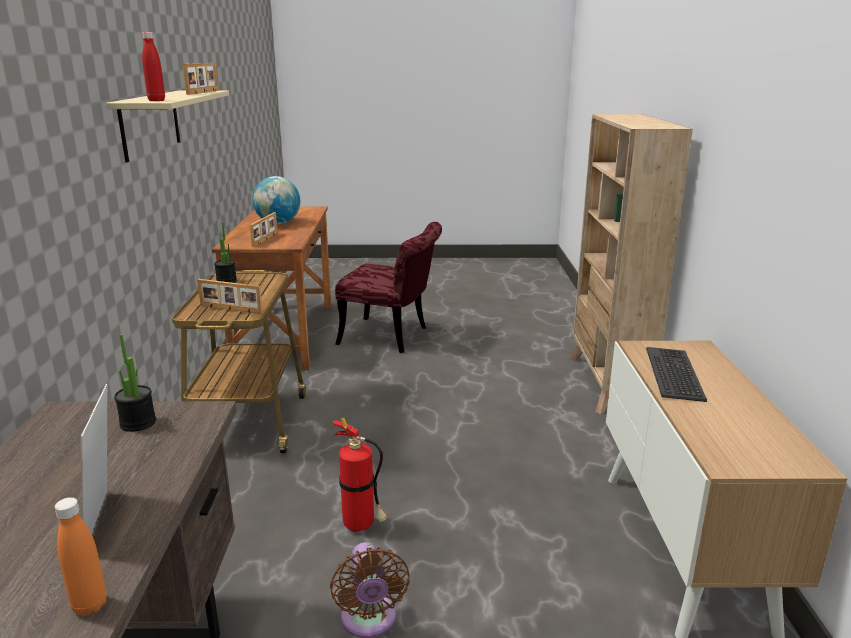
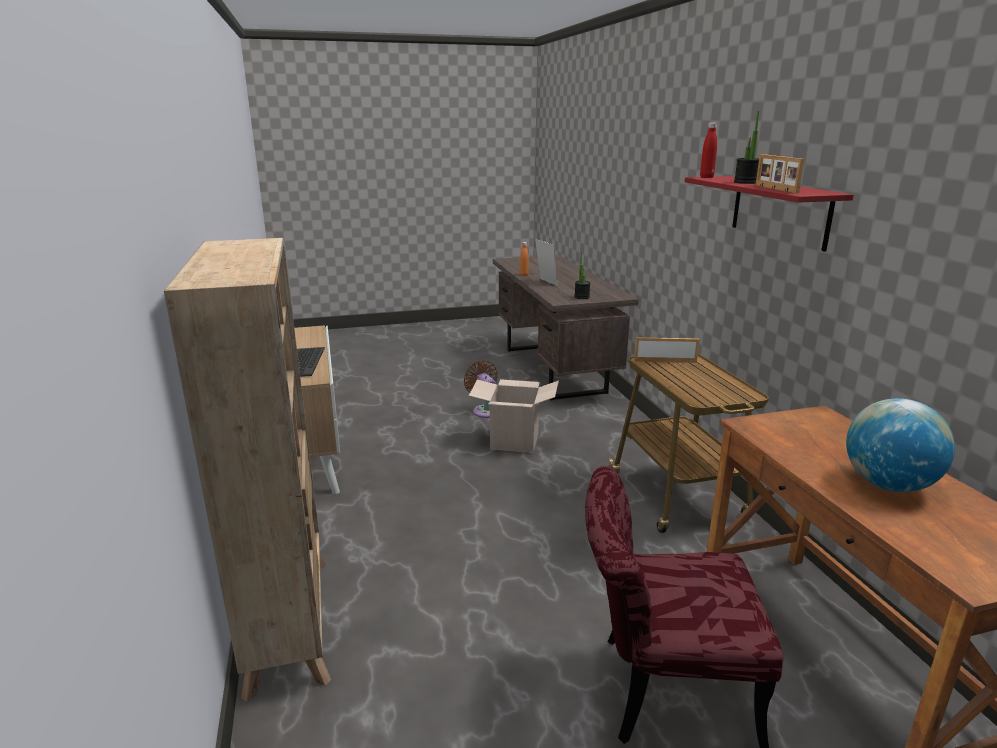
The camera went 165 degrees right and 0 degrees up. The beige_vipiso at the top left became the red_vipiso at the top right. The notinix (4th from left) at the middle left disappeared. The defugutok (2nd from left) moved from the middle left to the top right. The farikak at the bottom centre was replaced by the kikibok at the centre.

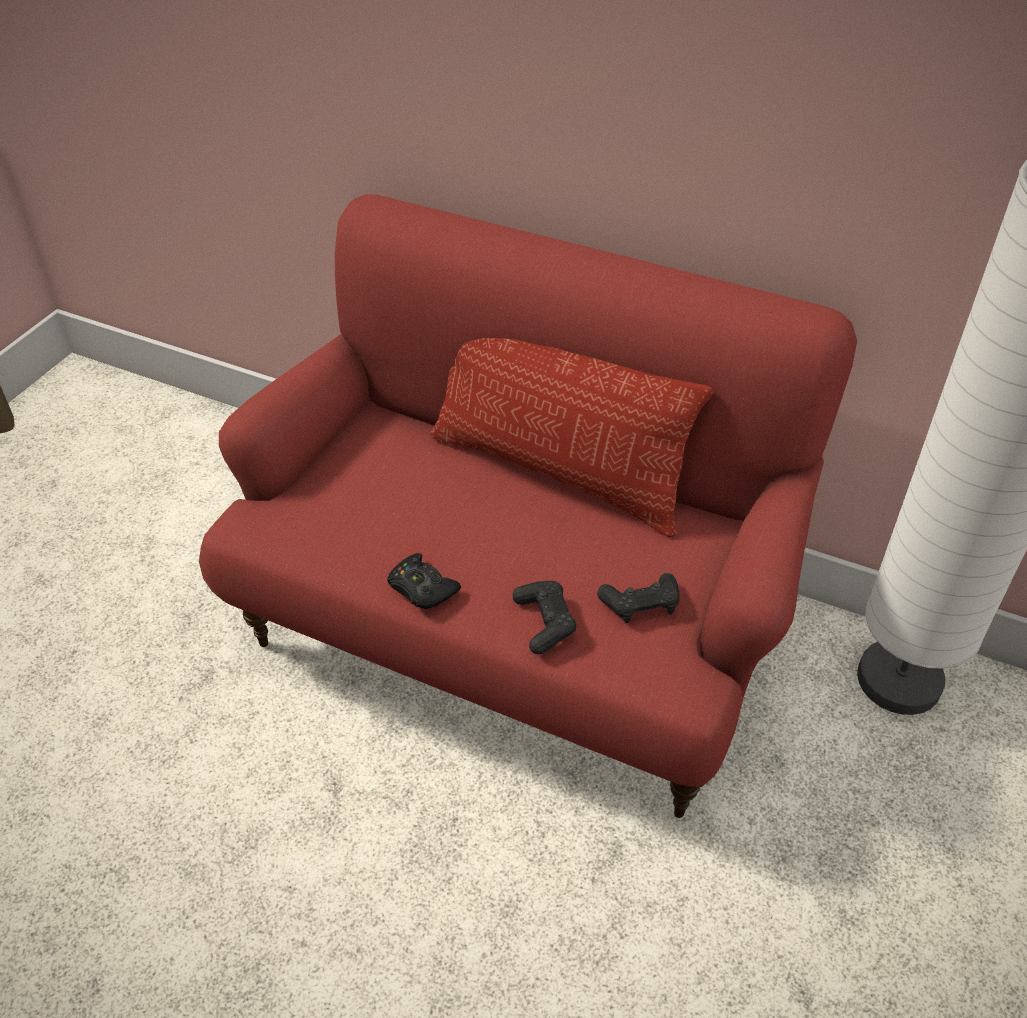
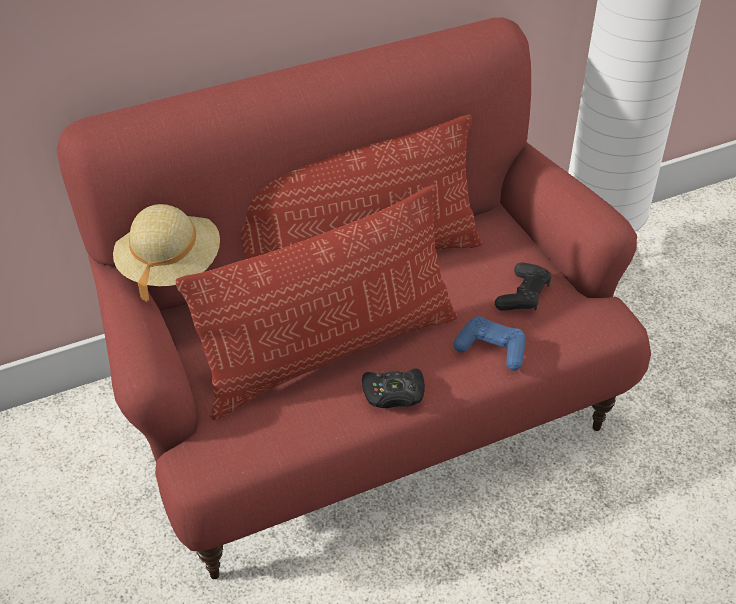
The camera went 50 degrees left and 0 degrees up. The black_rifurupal (2nd from left) at the centre became the blue_rifurupal at the centre. The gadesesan (1st from left) at the centre appeared. The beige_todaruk at the middle left appeared.

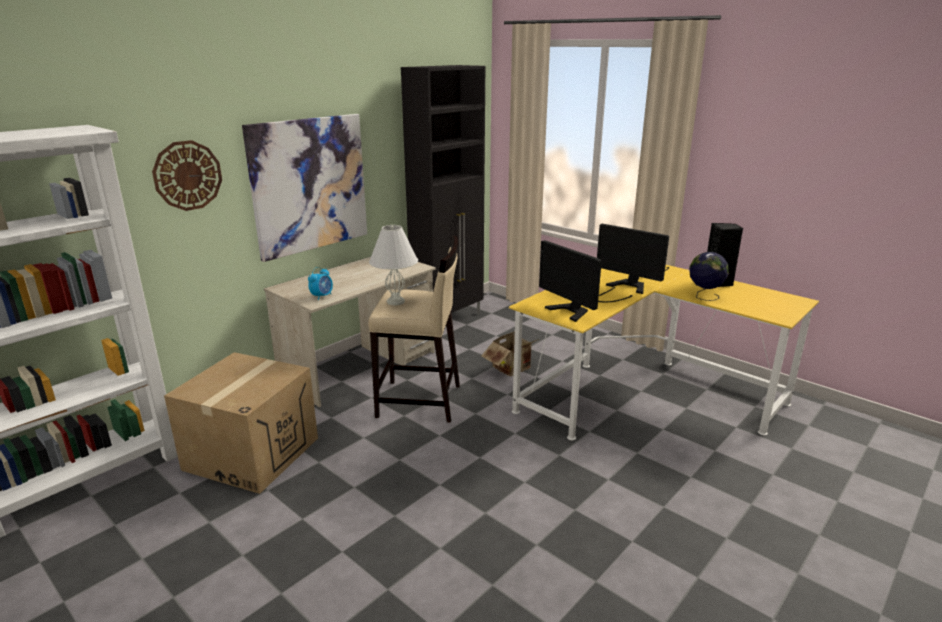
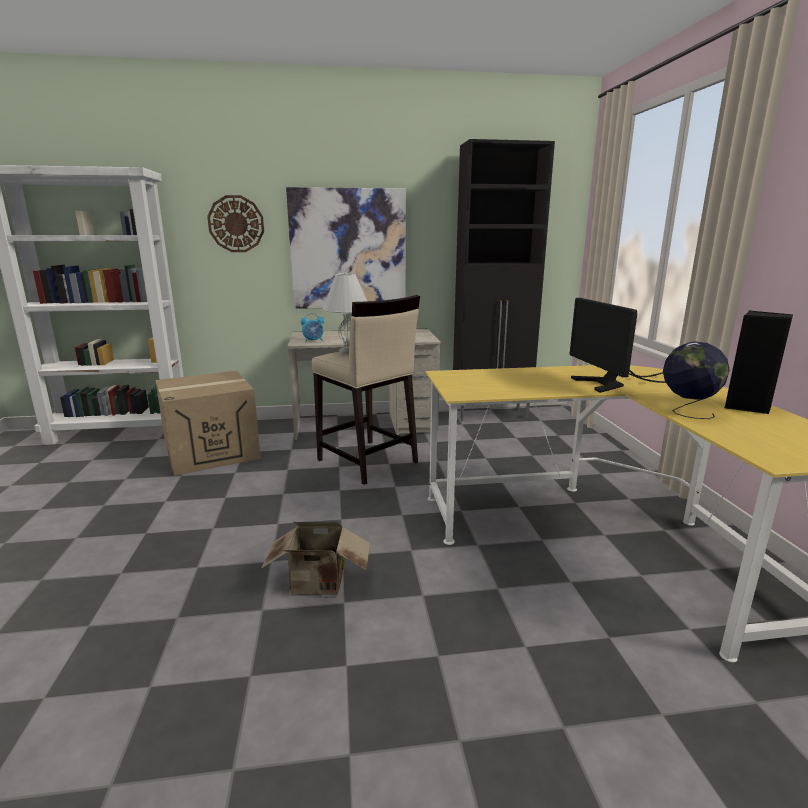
The camera went 40 degrees right and 5 degrees down. The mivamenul (1st from left) at the centre disappeared. The kikibok (2nd from left) moved from the centre to the bottom centre.

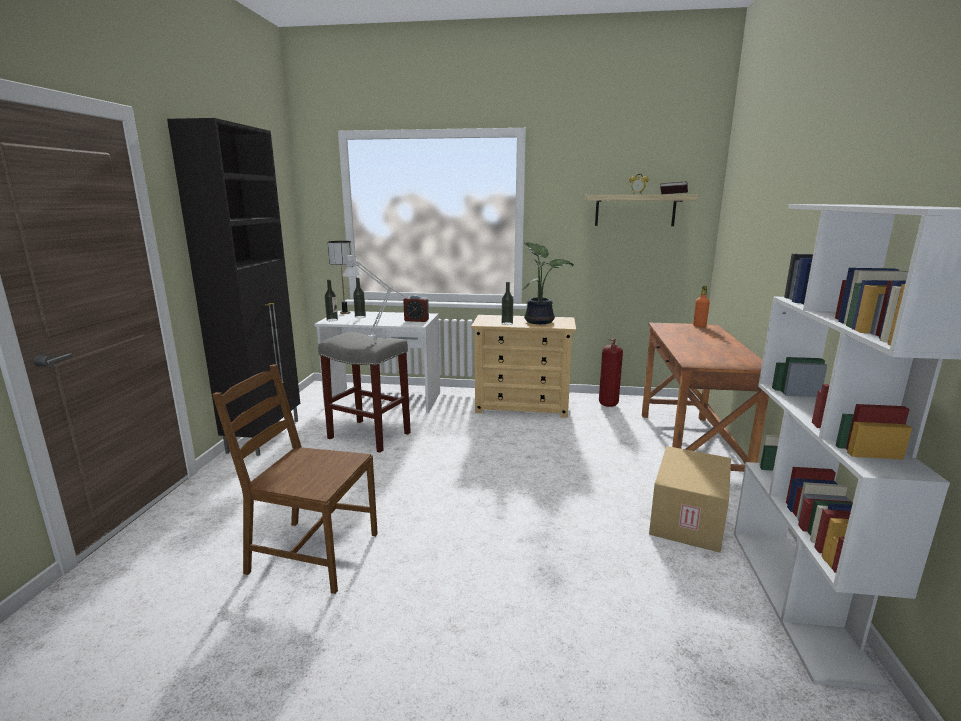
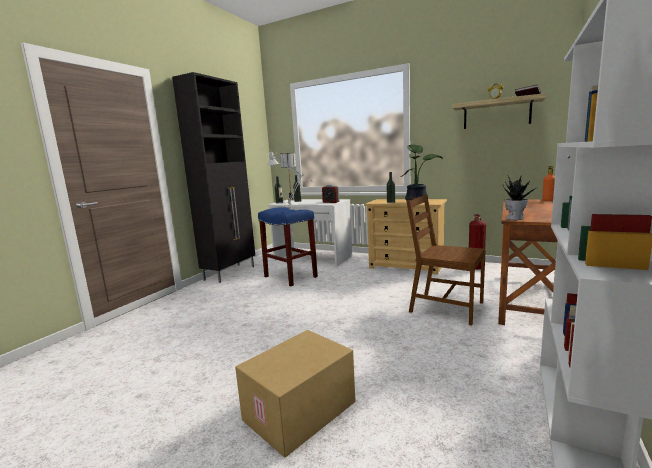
The camera went 20 degrees right and 5 degrees down. The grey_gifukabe at the centre became the blue_gifukabe at the centre. The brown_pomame moved from the middle left to the middle right. The kikibok moved from the bottom right to the bottom centre. The defugutok (2nd from left) at the middle right appeared.

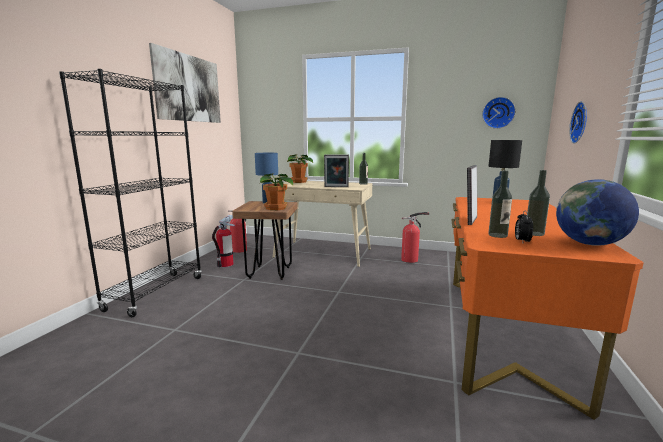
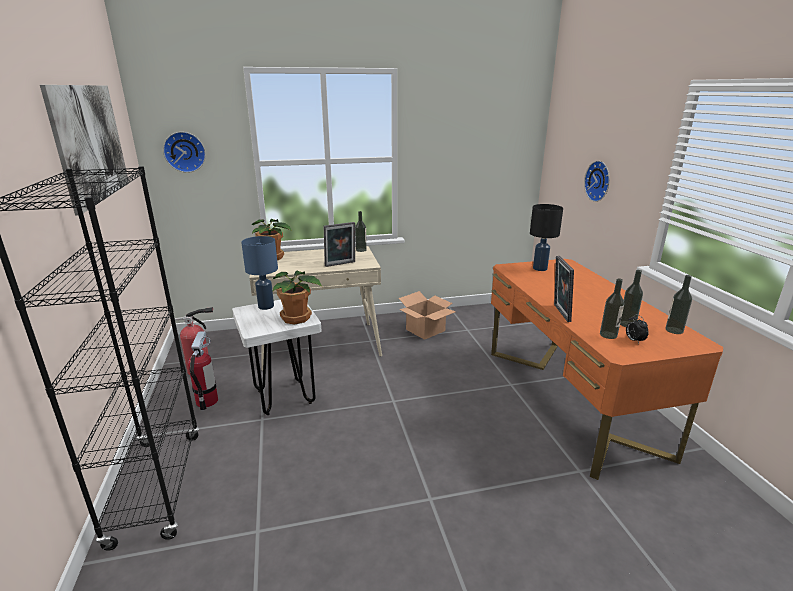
The camera went 30 degrees left and 10 degrees up. The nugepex (1st from left) moved from the top right to the top left. The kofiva at the middle right was replaced by the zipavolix (4th from left) at the middle right. The brown_gifukabe at the centre became the white_gifukabe at the centre. The farikak (3rd from left) at the centre was replaced by the kikibok at the centre.

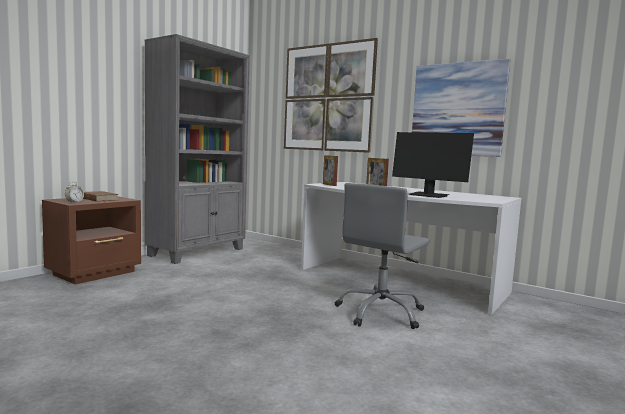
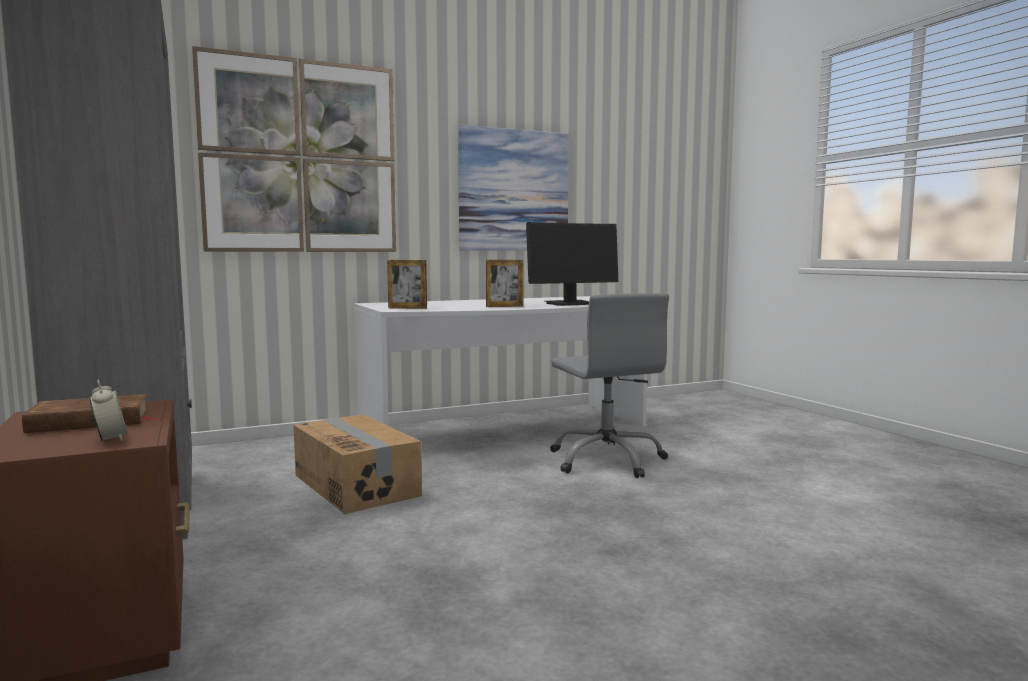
The camera went 60 degrees left and 0 degrees up. The kikibok at the bottom centre appeared.

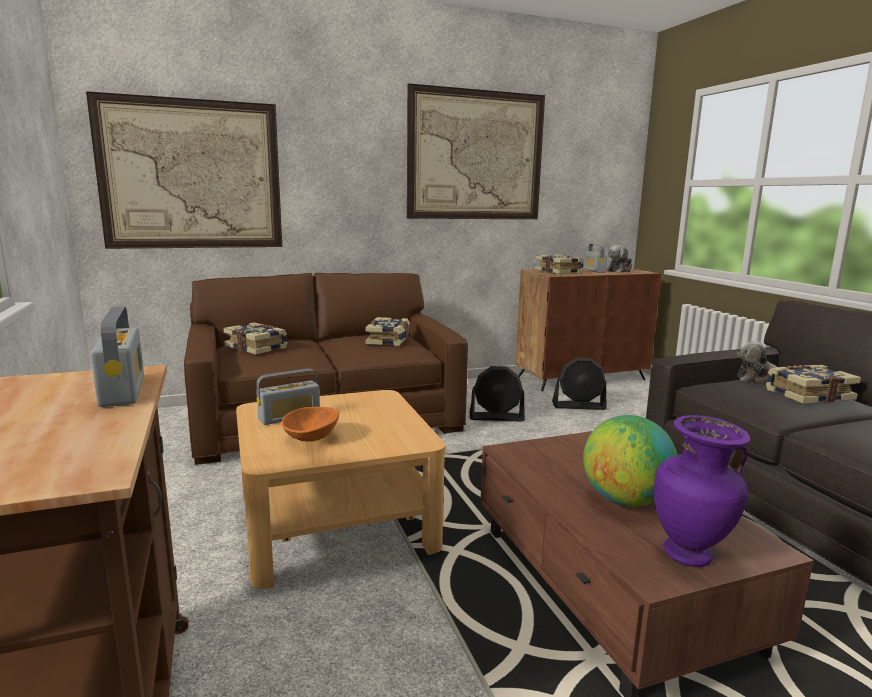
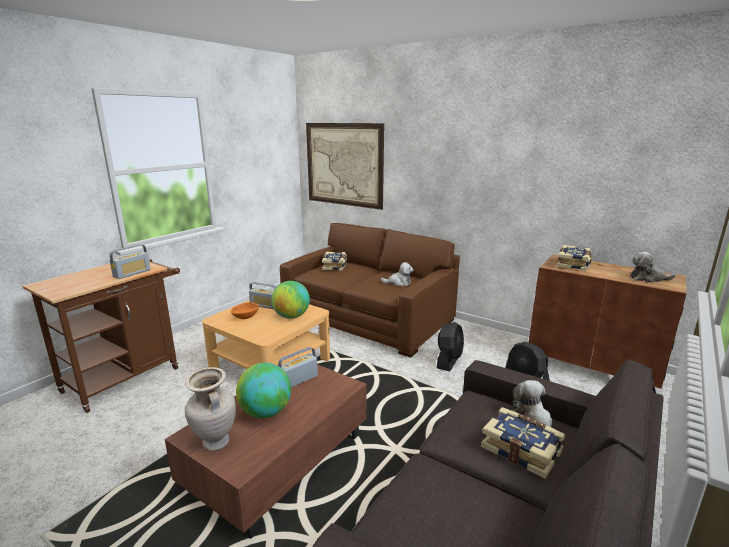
The camera went 55 degrees right and 5 degrees up. The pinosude (2nd from left) at the top centre disappeared. The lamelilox (3rd from left) moved from the middle right to the bottom centre. The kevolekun (2nd from left) at the centre was replaced by the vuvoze (1st from left) at the centre. The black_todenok (1st from left) at the centre turned 120 degrees counterclockwise. The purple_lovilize at the bottom right became the beige_lovilize at the bottom left. The kofiva (2nd from left) at the centre appeared.

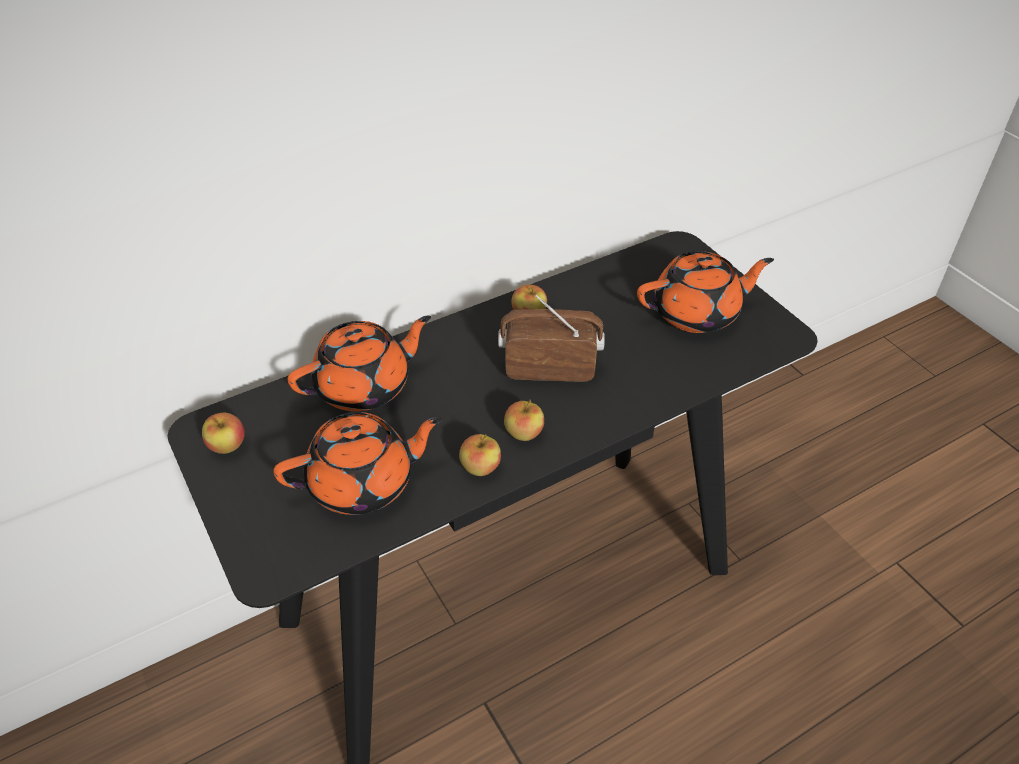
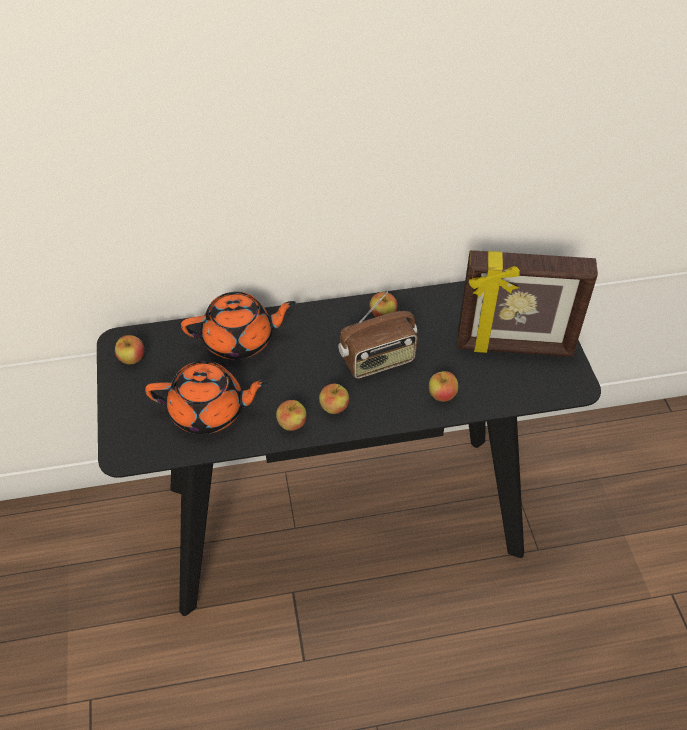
The camera went 20 degrees right and 5 degrees up. The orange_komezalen (3rd from left) at the middle right was replaced by the notinix at the middle right. The lamelilox at the centre turned 135 degrees clockwise. The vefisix (5th from left) at the centre appeared.

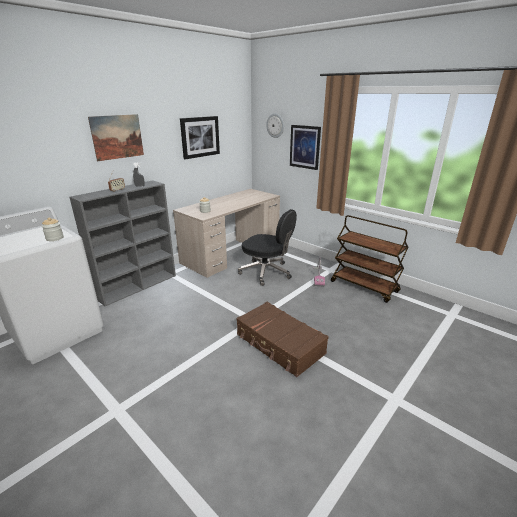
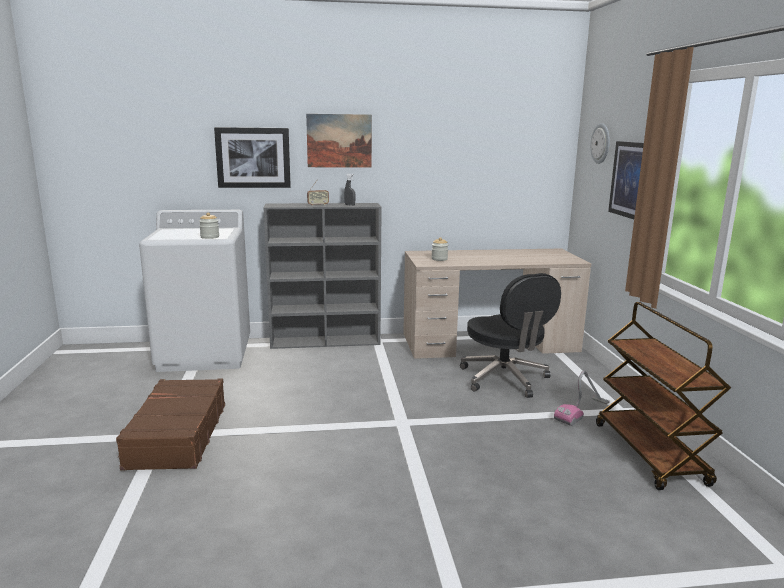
The camera went 40 degrees right and 10 degrees down. The pinosude (2nd from left in the first image) moved from the top centre to the top left. The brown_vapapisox moved from the centre to the bottom left.

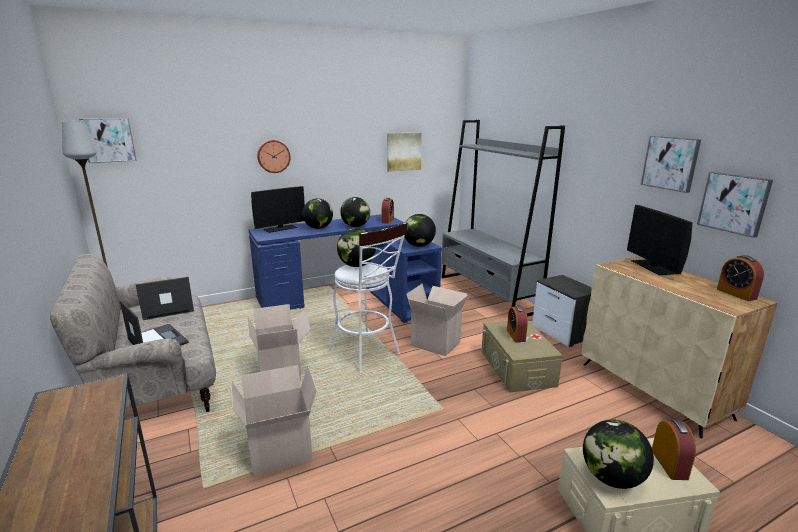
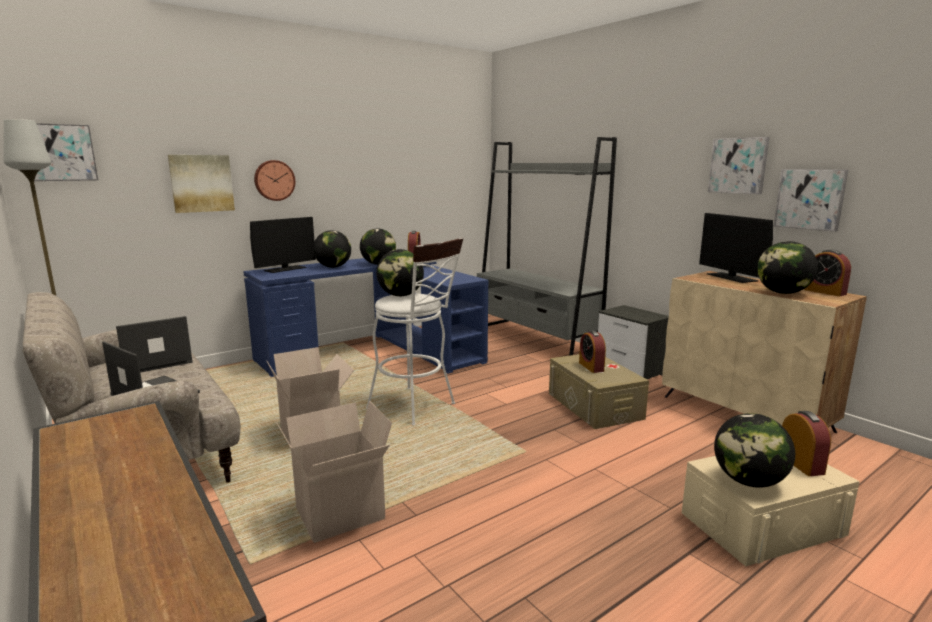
The camera went 10 degrees left and 5 degrees down. The pinosude (2nd from left) moved from the top centre to the top left. The kofiva (4th from left in the first image) moved from the centre to the middle right. The kikibok (3rd from left) at the centre disappeared.

